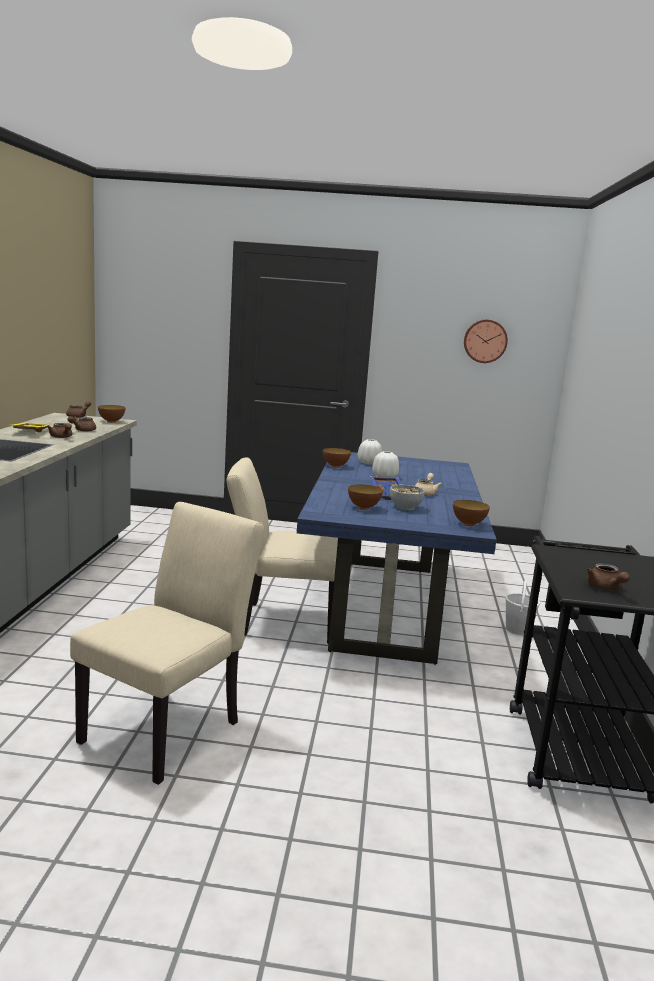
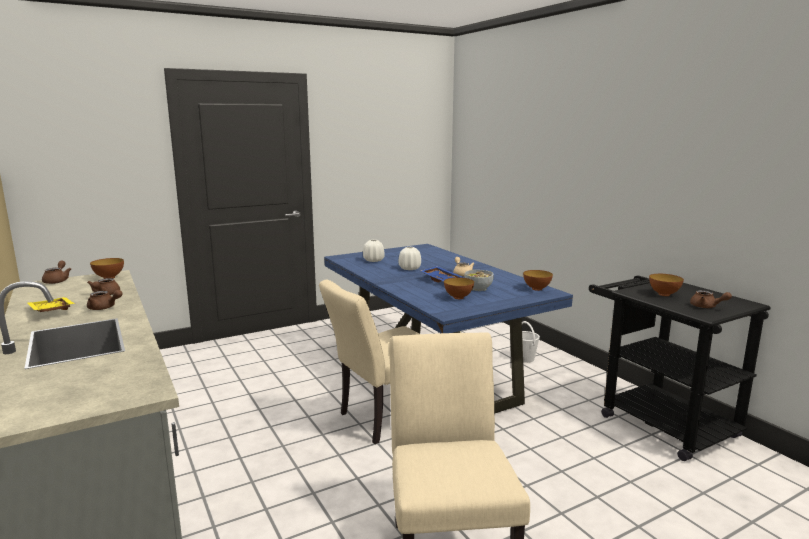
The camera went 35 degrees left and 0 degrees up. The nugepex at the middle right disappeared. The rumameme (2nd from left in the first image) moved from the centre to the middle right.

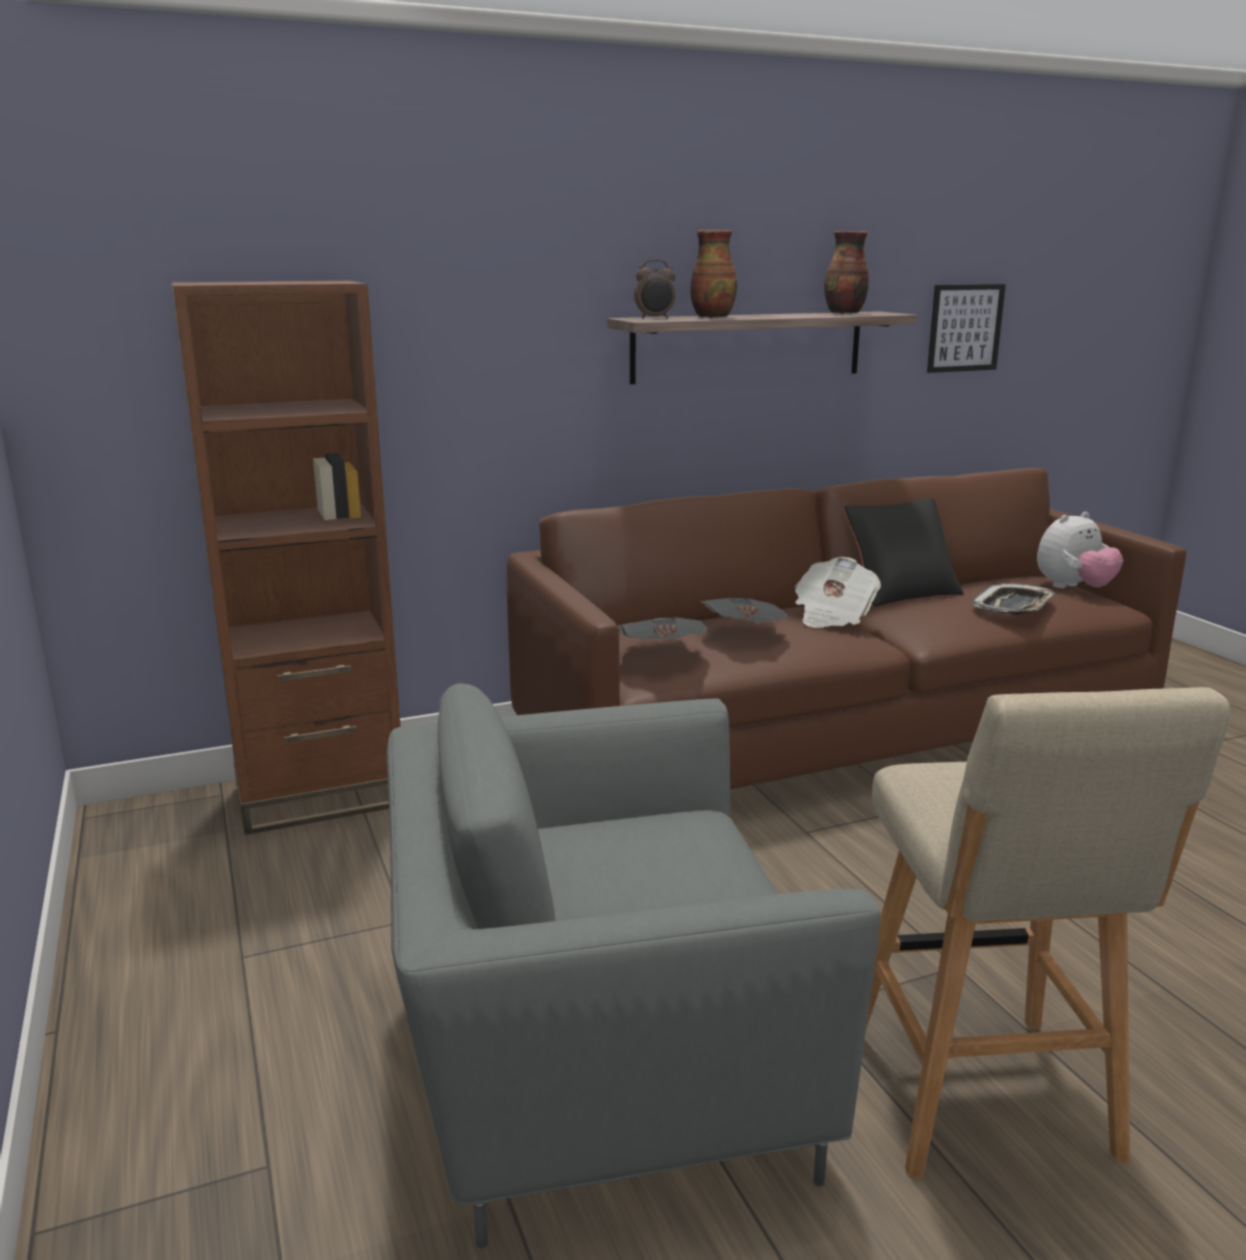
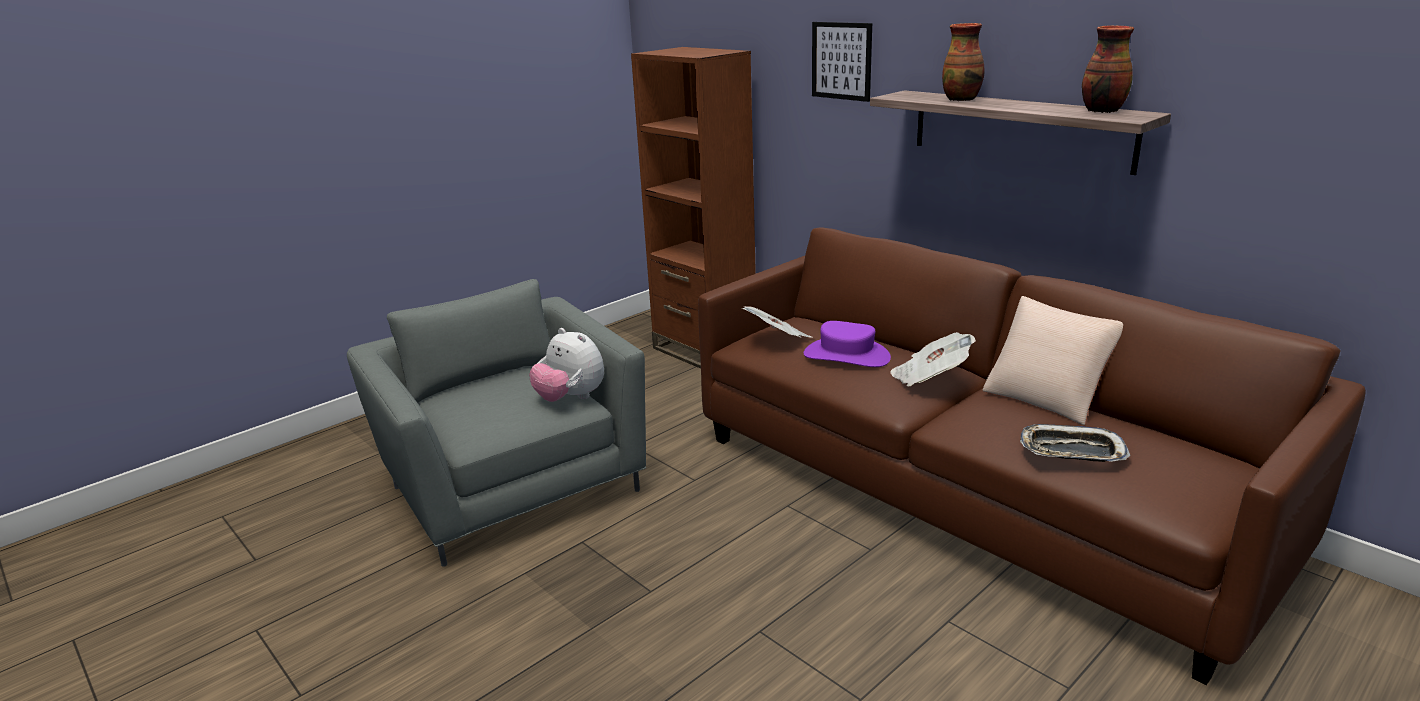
The camera went 70 degrees right and 5 degrees up. The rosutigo at the top centre disappeared. The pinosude moved from the top right to the top centre. The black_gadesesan at the middle right became the beige_gadesesan at the middle right. The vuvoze moved from the middle right to the centre. The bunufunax (2nd from left) at the centre was replaced by the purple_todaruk at the centre. The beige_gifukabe at the bottom right disappeared.

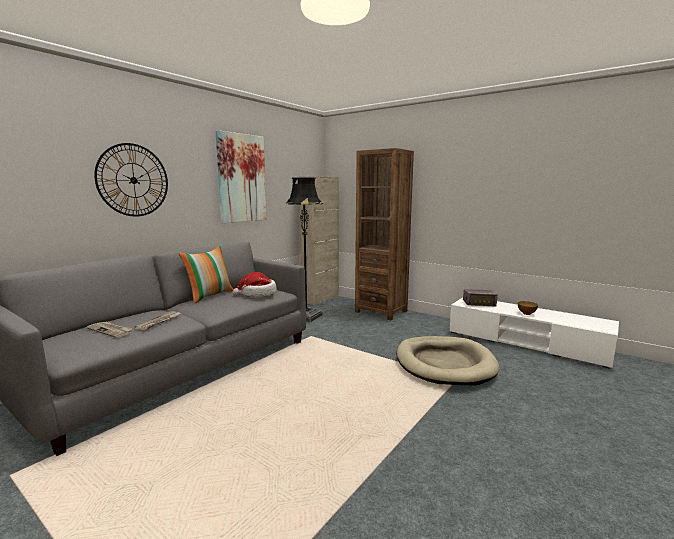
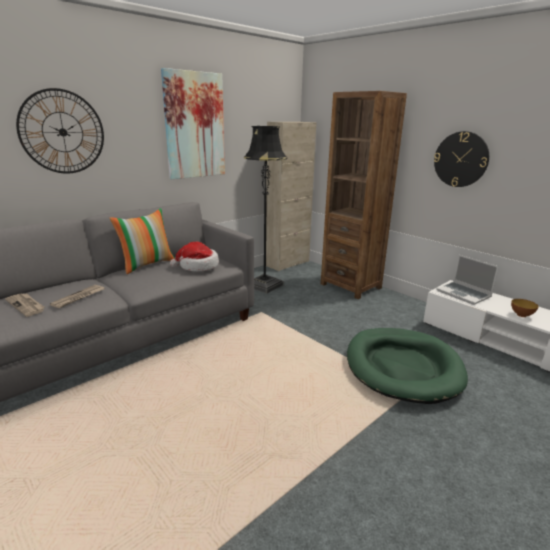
The camera went 10 degrees right and 10 degrees up. The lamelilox at the middle right was replaced by the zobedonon at the middle right. The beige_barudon at the bottom centre became the green_barudon at the middle right. The nugepex (2nd from left) at the top right appeared.

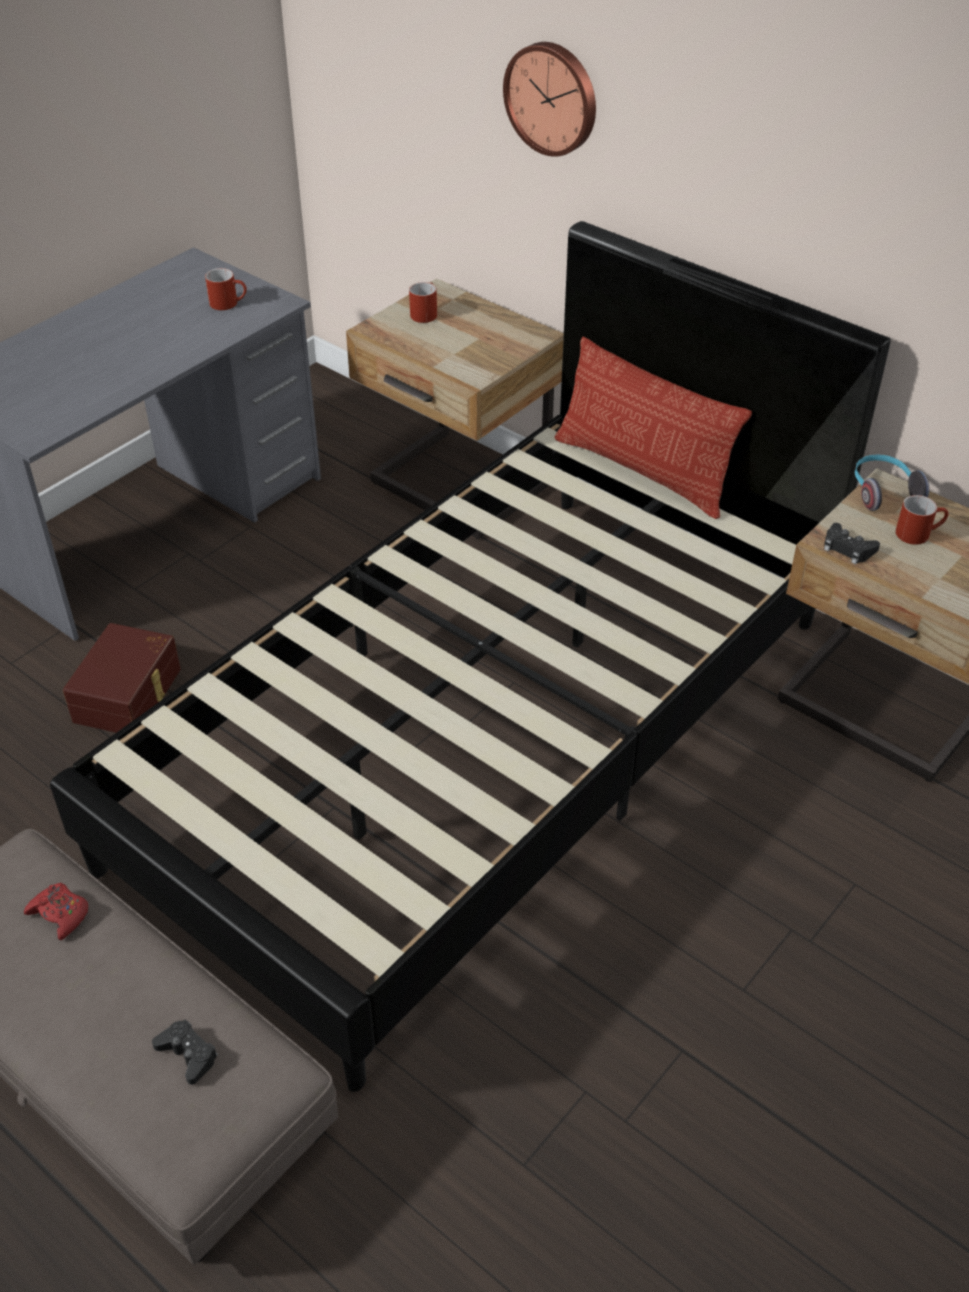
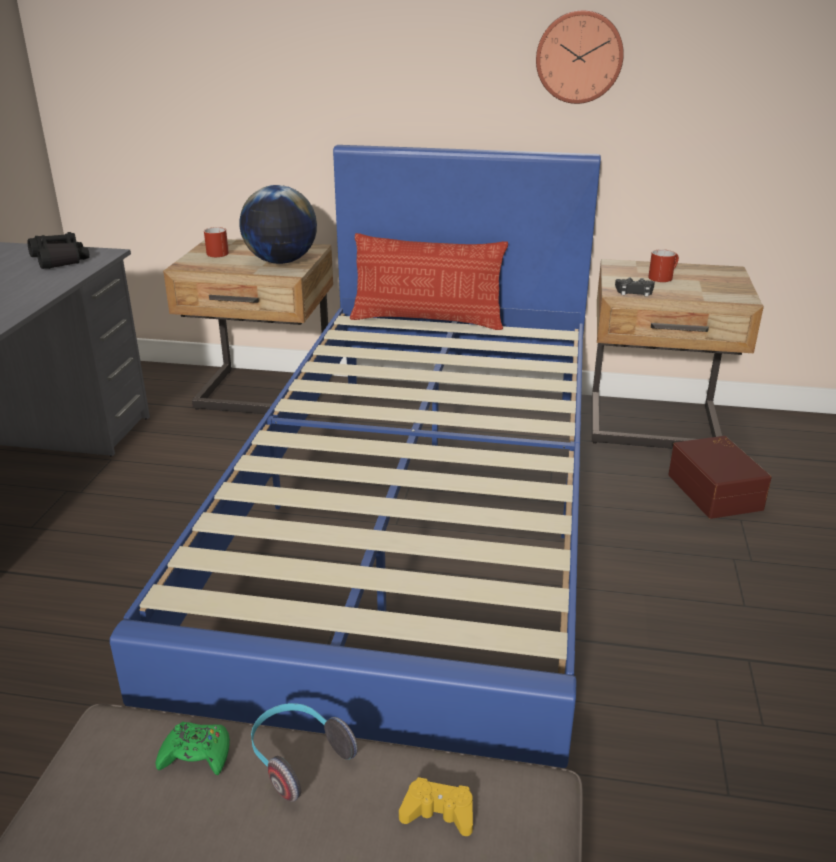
The camera went 30 degrees left and 15 degrees down. The nugepex moved from the top centre to the top right. The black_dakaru at the centre became the blue_dakaru at the centre. The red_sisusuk (1st from left) at the top left was replaced by the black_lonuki at the top left. The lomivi moved from the middle right to the bottom centre. The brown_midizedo moved from the middle left to the middle right. The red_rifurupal at the bottom left became the green_rifurupal at the bottom left. The black_rifurupal (1st from left) at the bottom left became the yellow_rifurupal at the bottom centre. The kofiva at the top left appeared.

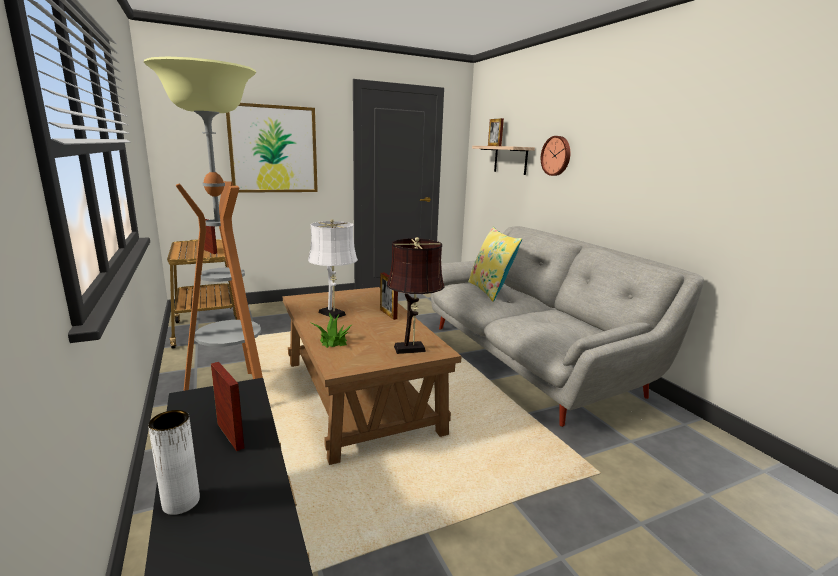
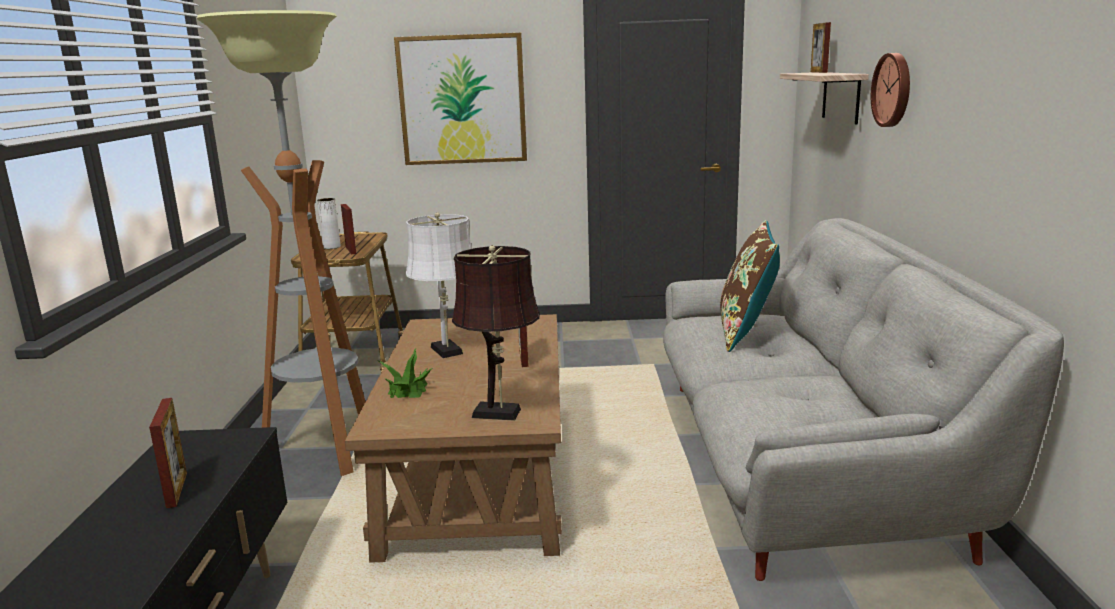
The camera went 25 degrees right and 0 degrees up. The yellow_gadesesan at the centre became the brown_gadesesan at the middle right. The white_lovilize moved from the bottom left to the middle left.

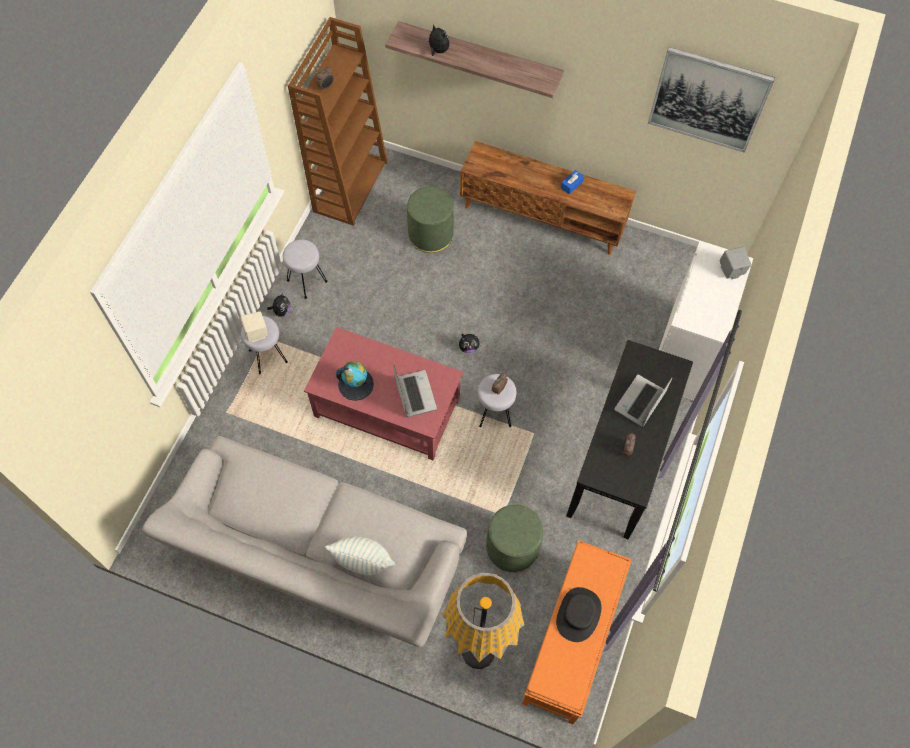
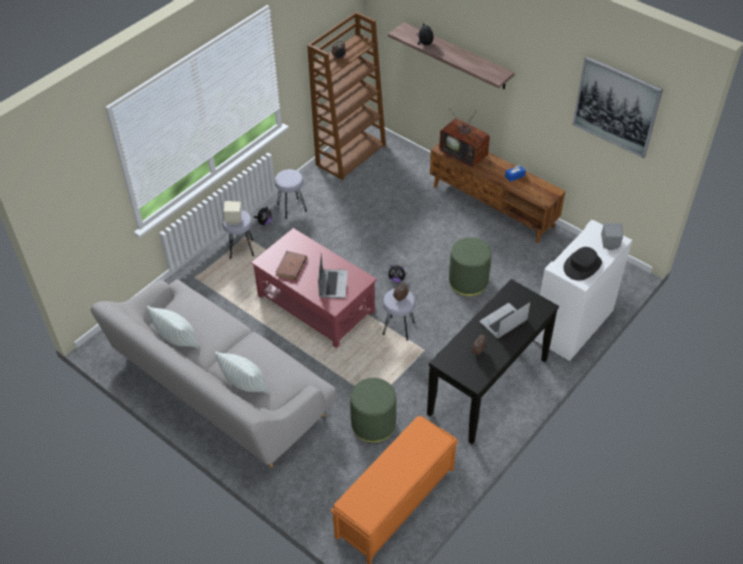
The camera went 20 degrees right and 15 degrees down. The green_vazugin (1st from left in the first image) moved from the top centre to the centre. The kofiva at the centre was replaced by the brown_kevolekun at the centre. The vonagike at the bottom centre disappeared. The black_todaruk moved from the bottom centre to the middle right. The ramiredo at the top centre appeared. The gadesesan (1st from left) at the middle left appeared.

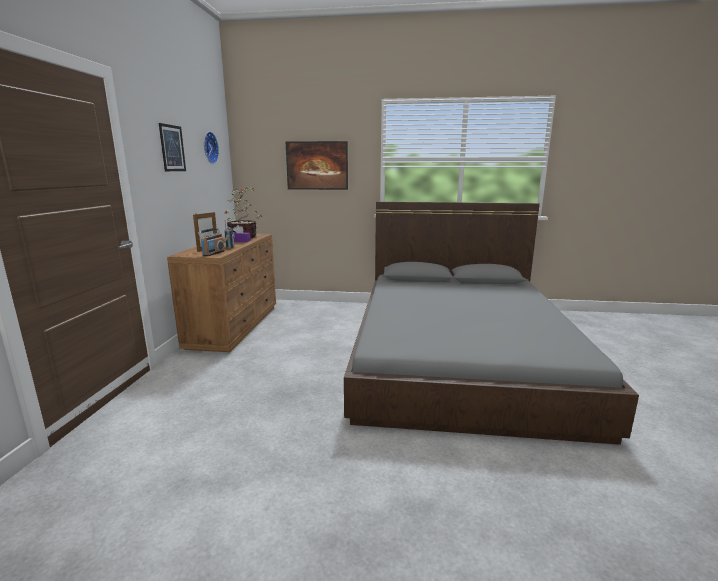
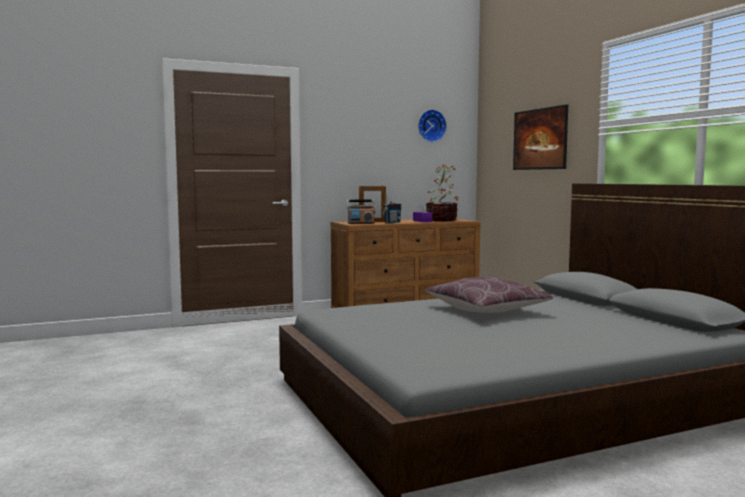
The camera went 60 degrees right and 10 degrees down. The pinosude (1st from left) at the top left disappeared. The brown_gadesesan at the centre appeared.

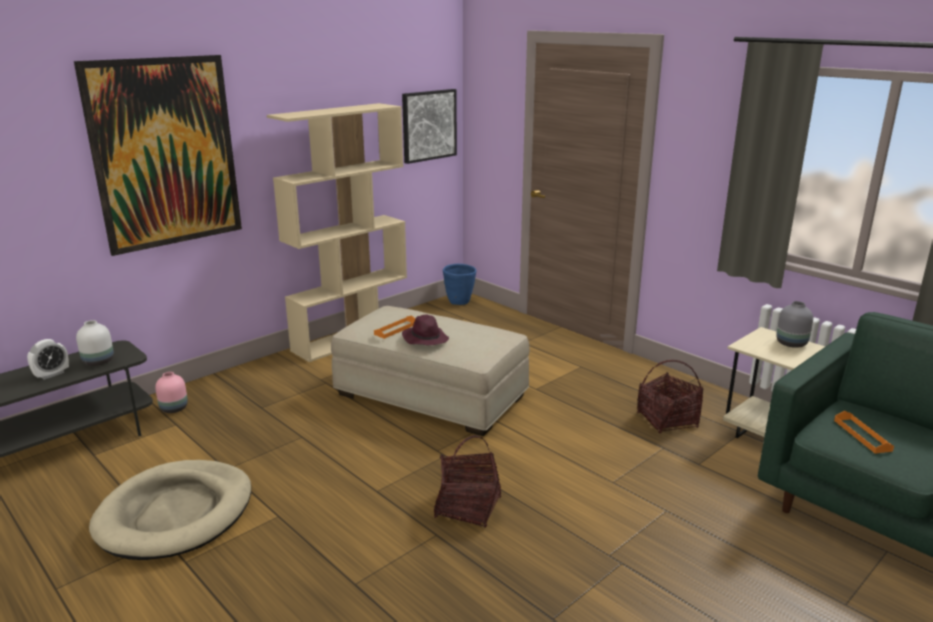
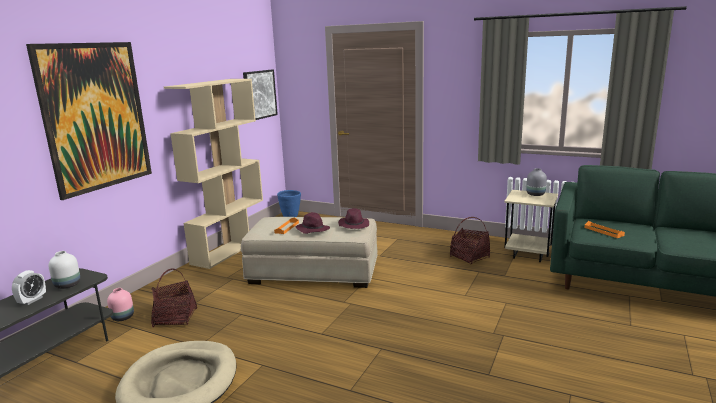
The camera went 20 degrees left and 5 degrees down. The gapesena (1st from left) moved from the bottom centre to the bottom left. The purple_todaruk (2nd from left) at the centre appeared.

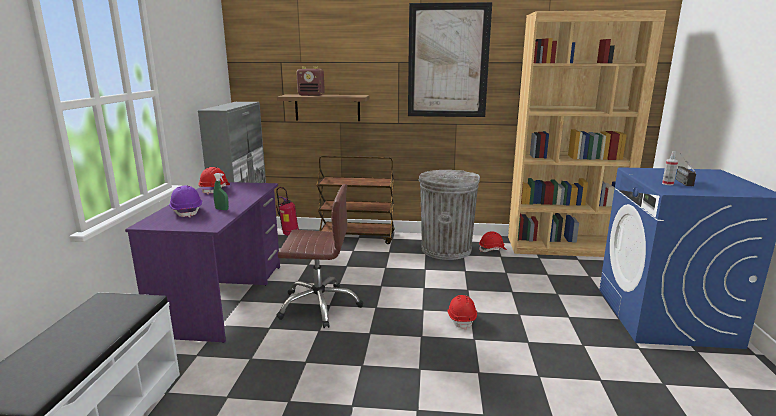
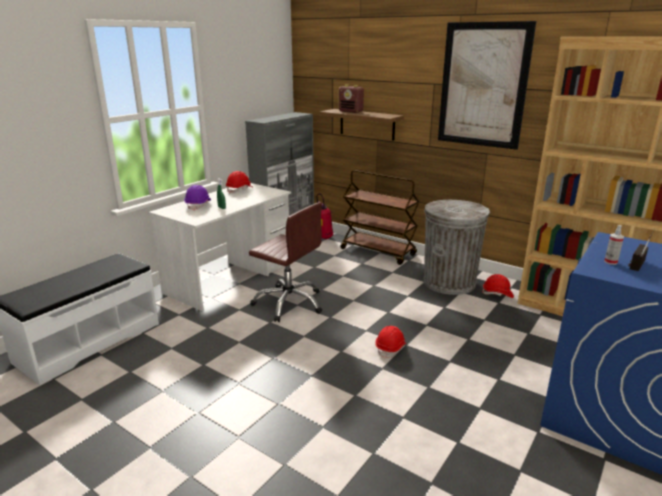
The camera went 30 degrees right and 5 degrees up. The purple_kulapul at the middle left became the white_kulapul at the middle left.

